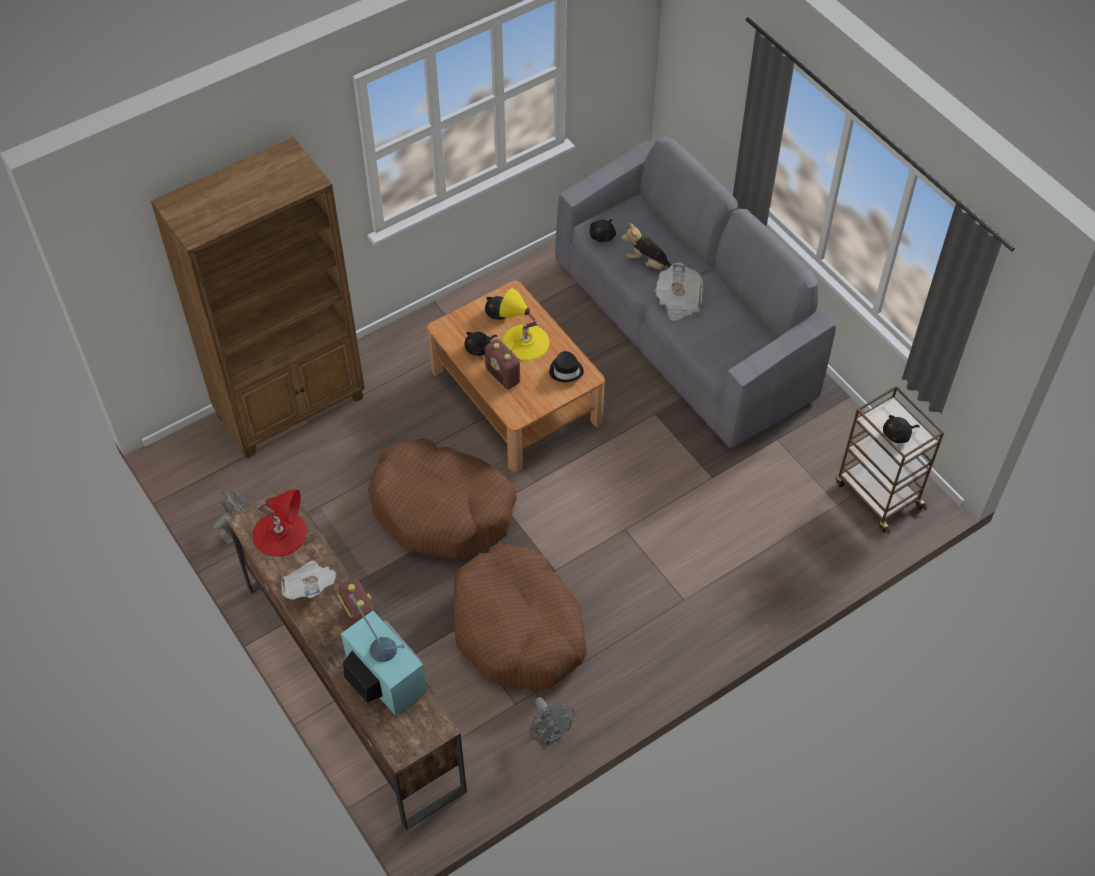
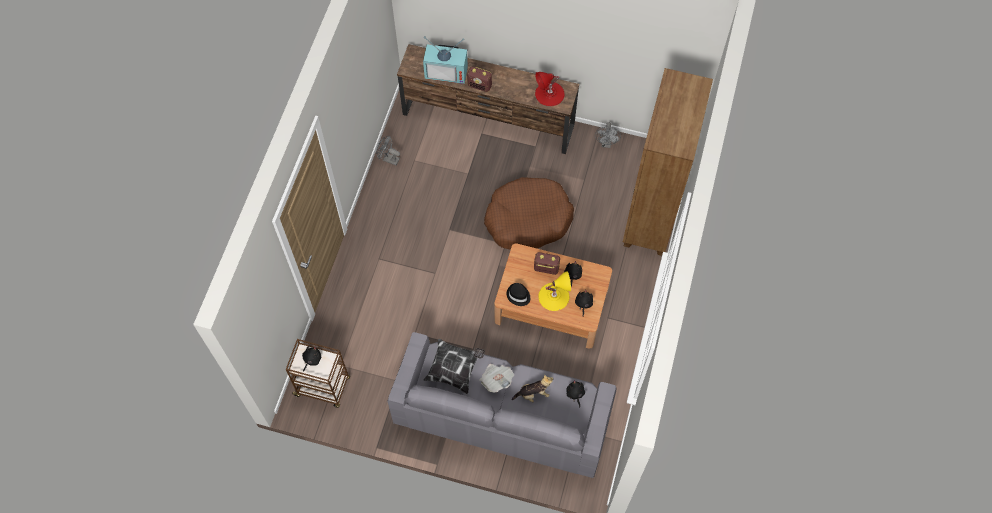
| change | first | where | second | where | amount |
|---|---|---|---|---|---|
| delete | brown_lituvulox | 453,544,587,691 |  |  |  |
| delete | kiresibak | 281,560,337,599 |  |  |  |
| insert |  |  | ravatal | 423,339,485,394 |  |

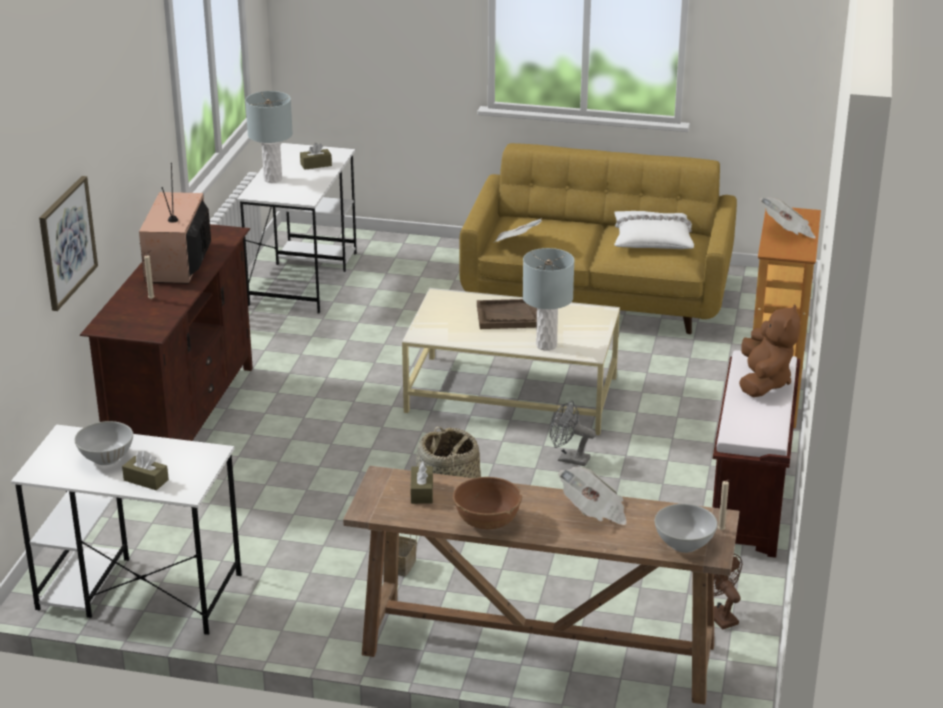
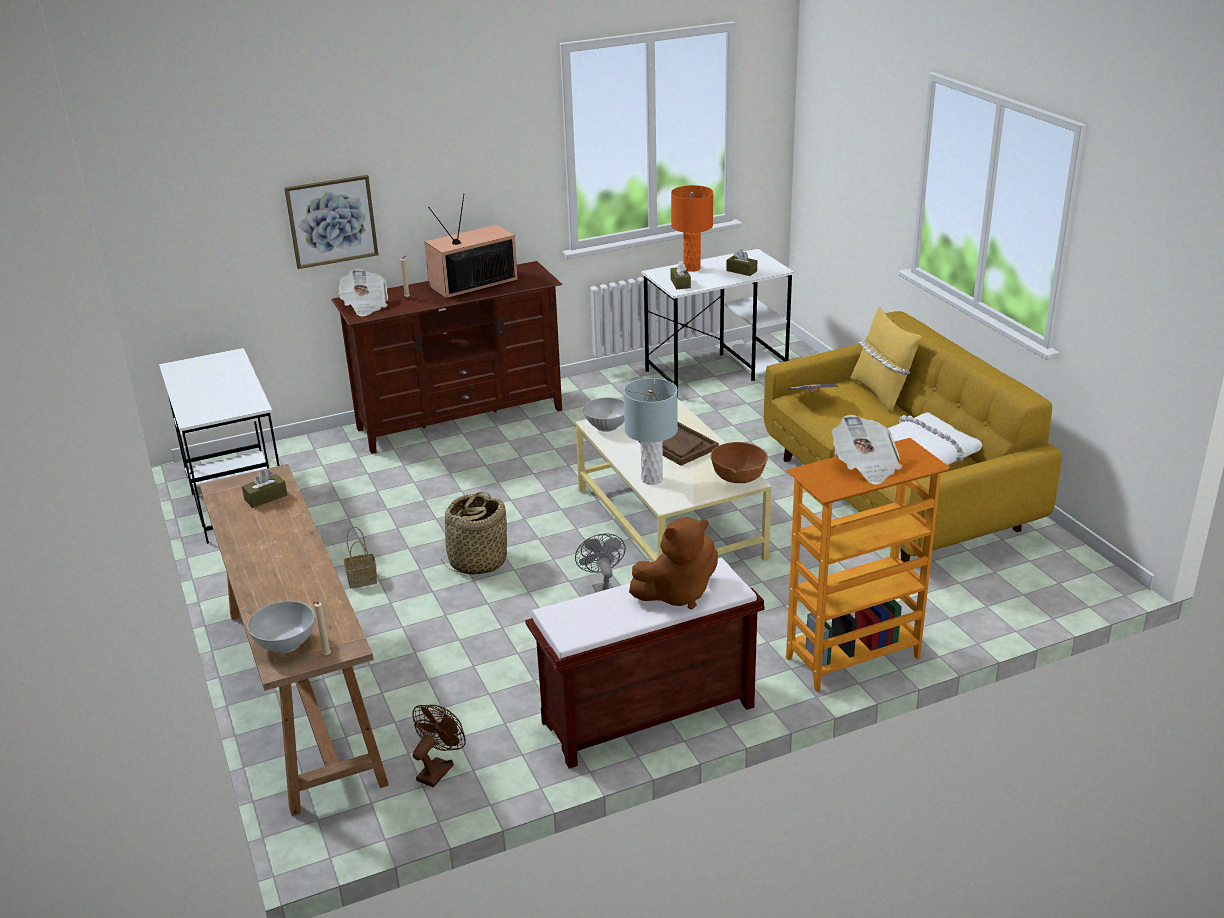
| change | first | where | second | where | amount |
|---|---|---|---|---|---|
| recolor | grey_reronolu | 245,91,293,183 | orange_reronolu | 671,185,713,272 |  |
| move | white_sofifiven | 75,421,133,465 |  | 583,397,625,432 |  |
| move | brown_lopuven | 122,451,169,490 |  | 670,261,691,289 |  |
| move | kiresibak | 559,467,627,525 |  | 338,269,388,316 |  |
| move | brown_sofifiven | 453,477,522,529 |  | 711,442,768,483 |  |
| insert |  |  | yellow_ravatal | 850,307,921,413 |  |

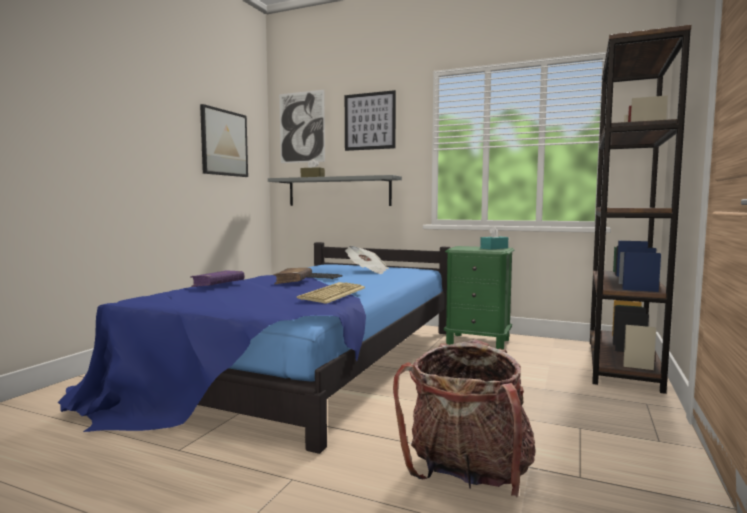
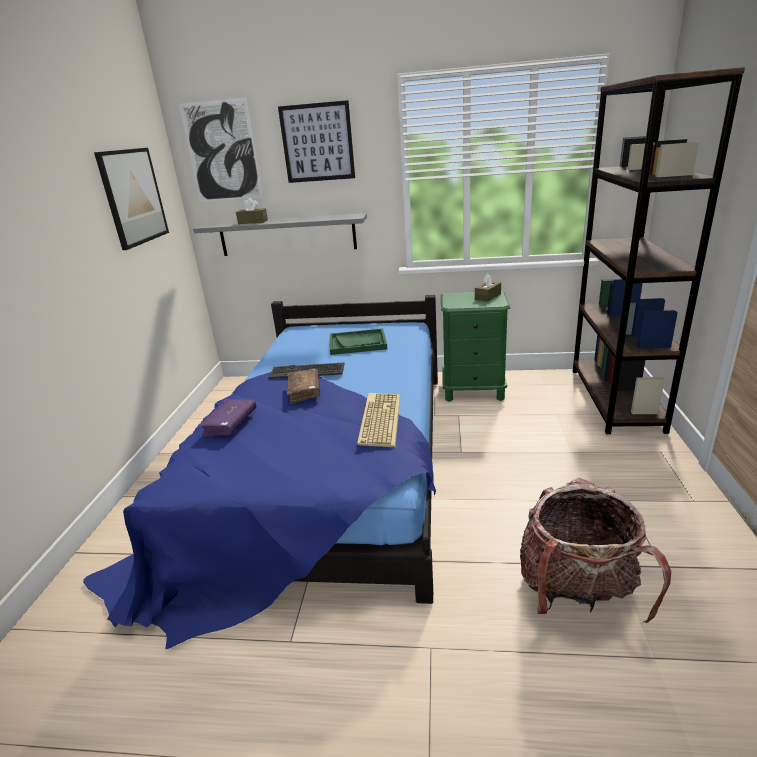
| change | first | where | second | where | amount |
|---|---|---|---|---|---|
| recolor | turquoise_lopuven | 480,226,508,250 | brown_lopuven | 475,273,501,302 |  |
| replace | kiresibak | 345,246,389,274 | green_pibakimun | 330,328,387,355 |  |

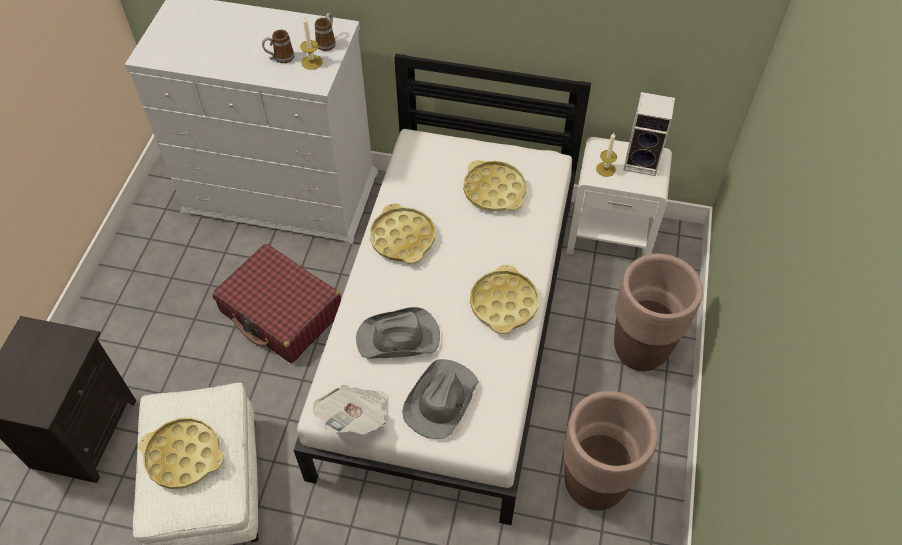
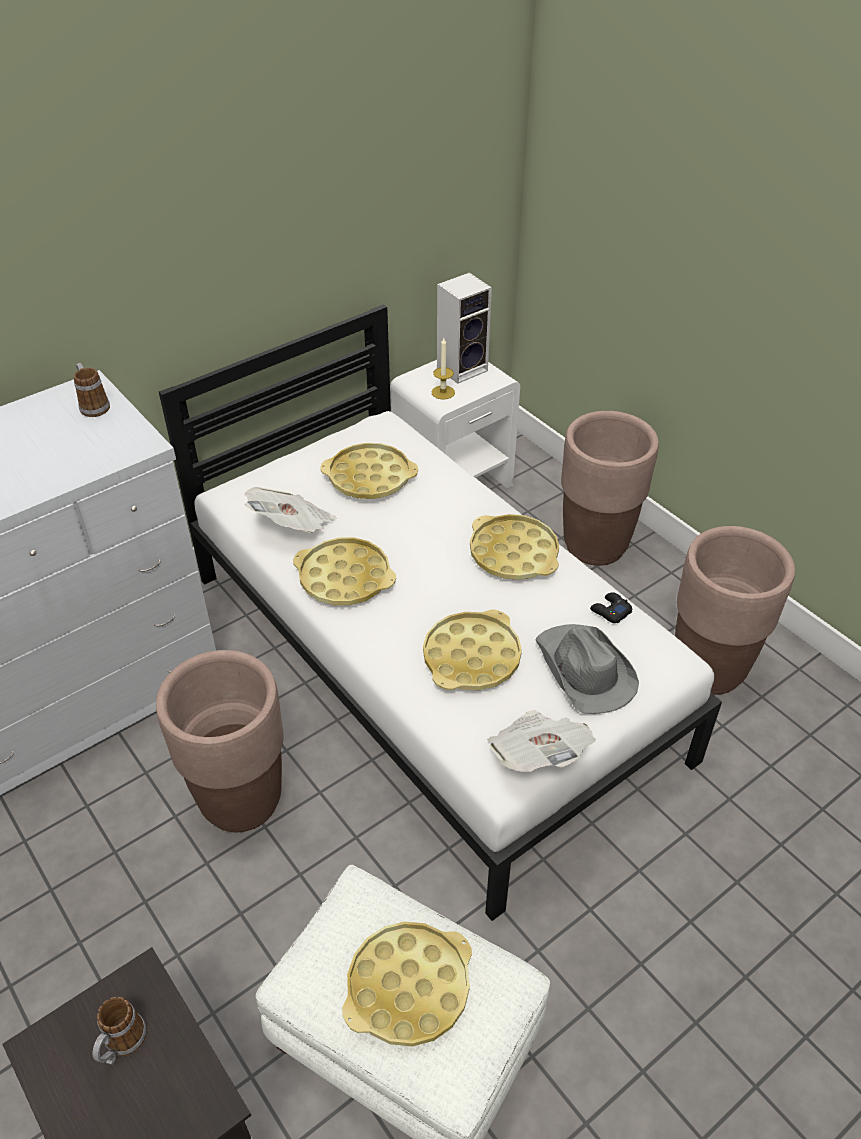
| change | first | where | second | where | amount |
|---|---|---|---|---|---|
| delete | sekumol | 300,16,323,70 |  |  |  |
| move | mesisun | 262,29,294,63 |  | 93,997,147,1065 |  |
| replace | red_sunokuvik | 212,244,341,363 | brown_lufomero | 156,650,284,832 |  |
| replace | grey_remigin | 356,307,440,359 | yellow_pibakimun | 423,610,522,690 |  |
| insert |  |  | kiresibak | 244,487,336,533 |  |
| insert |  |  | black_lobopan | 590,593,633,623 |  |

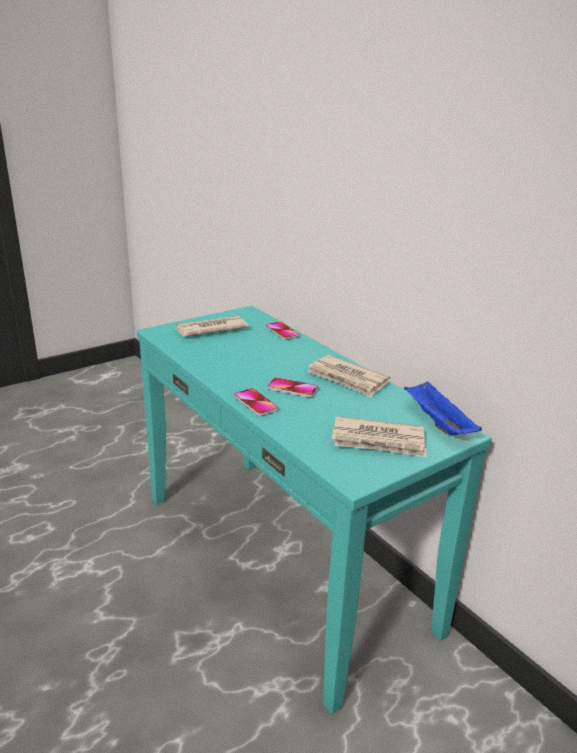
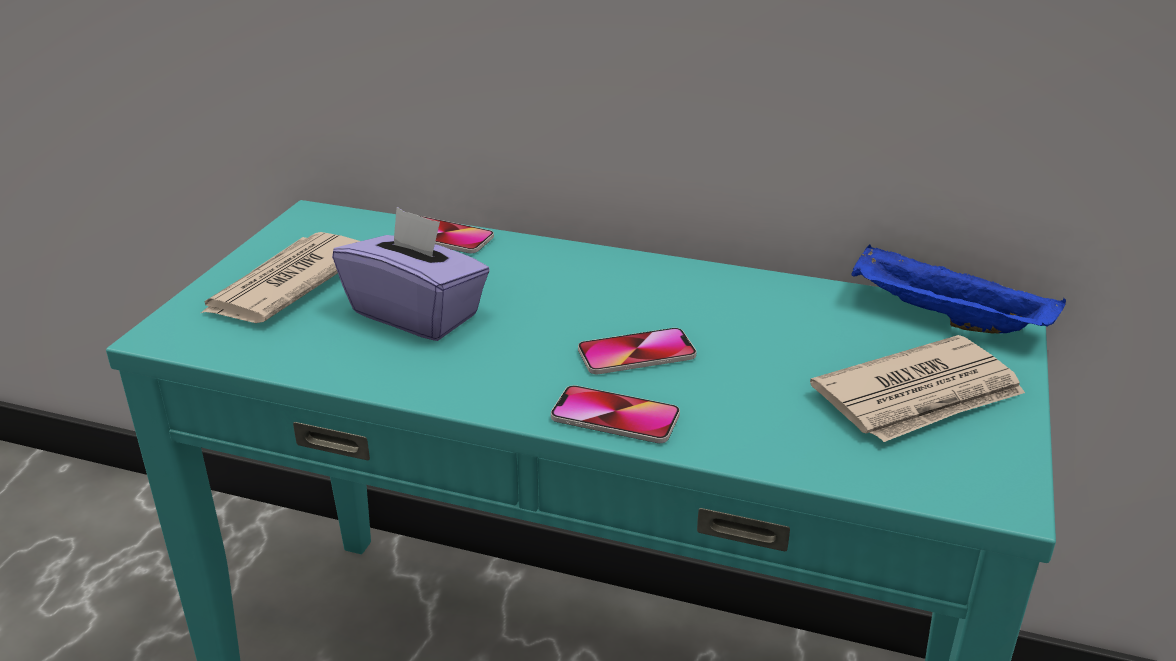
| change | first | where | second | where | amount |
|---|---|---|---|---|---|
| delete | kiresibak | 307,355,391,398 |  |  |  |
| insert |  |  | purple_lopuven | 332,207,490,341 |  |

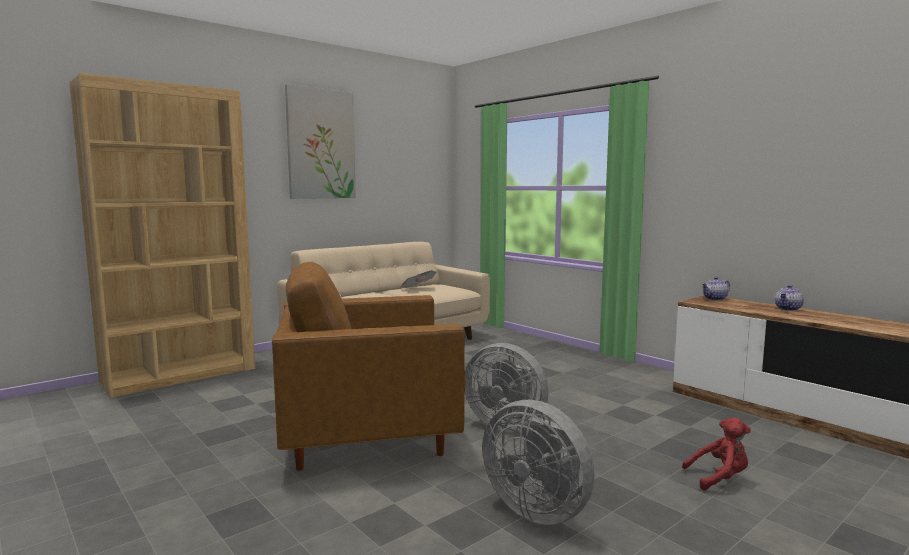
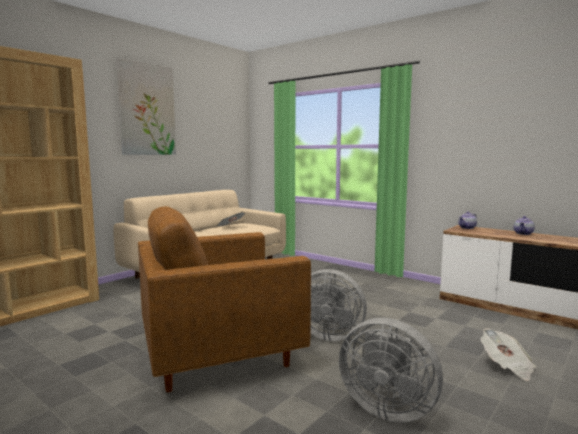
| change | first | where | second | where | amount |
|---|---|---|---|---|---|
| replace | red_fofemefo | 682,417,751,490 | kiresibak | 480,328,537,381 |  |

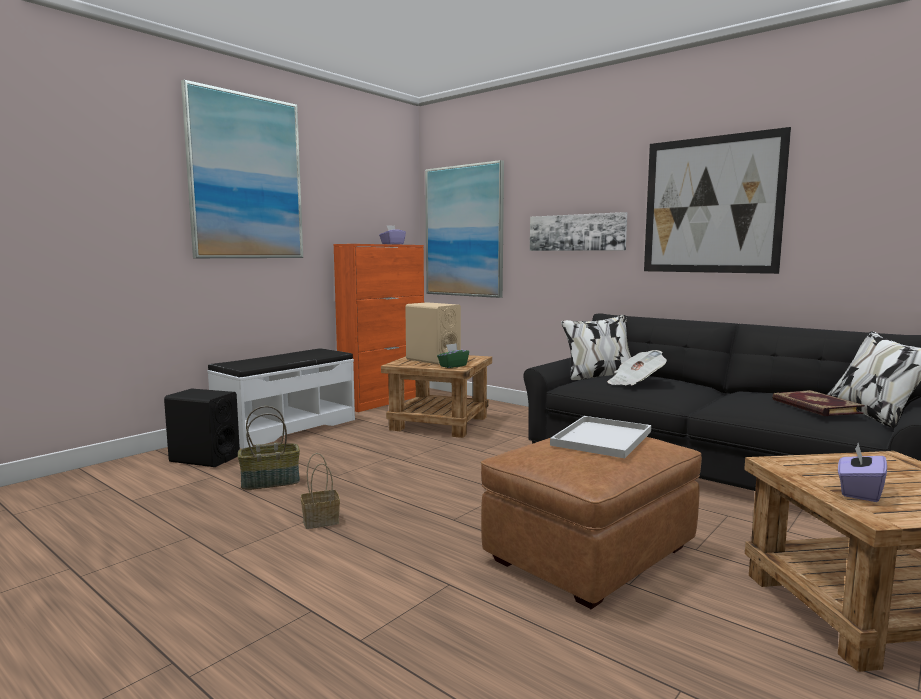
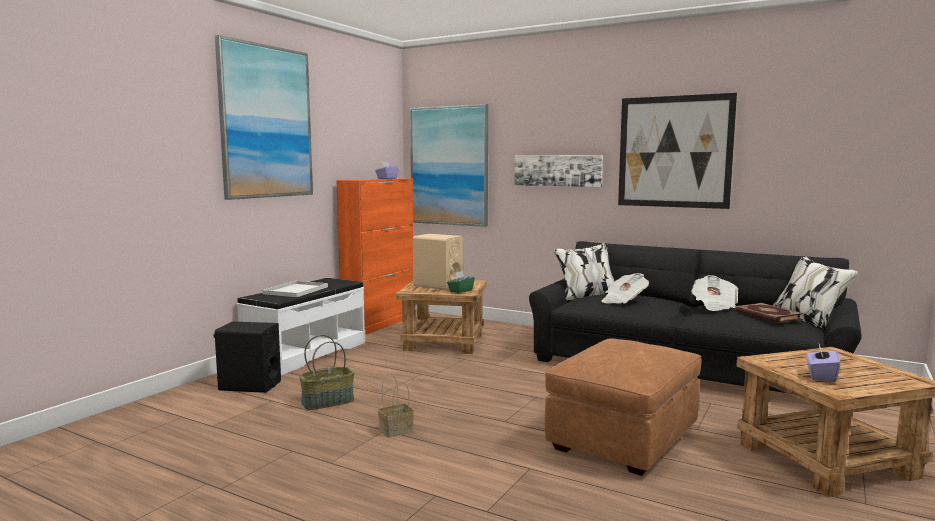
| change | first | where | second | where | amount |
|---|---|---|---|---|---|
| move | white_pibakimun | 550,416,651,458 |  | 262,281,328,297 |  |
| insert |  |  | kiresibak | 691,275,738,311 |  |

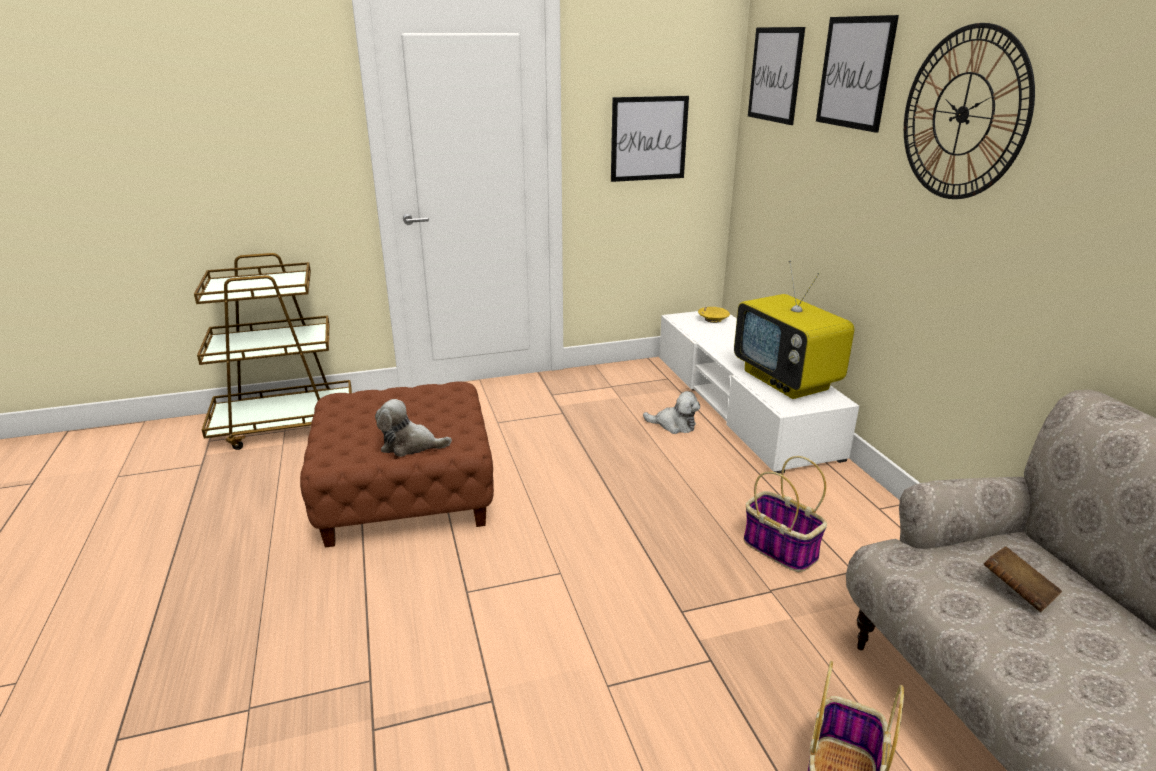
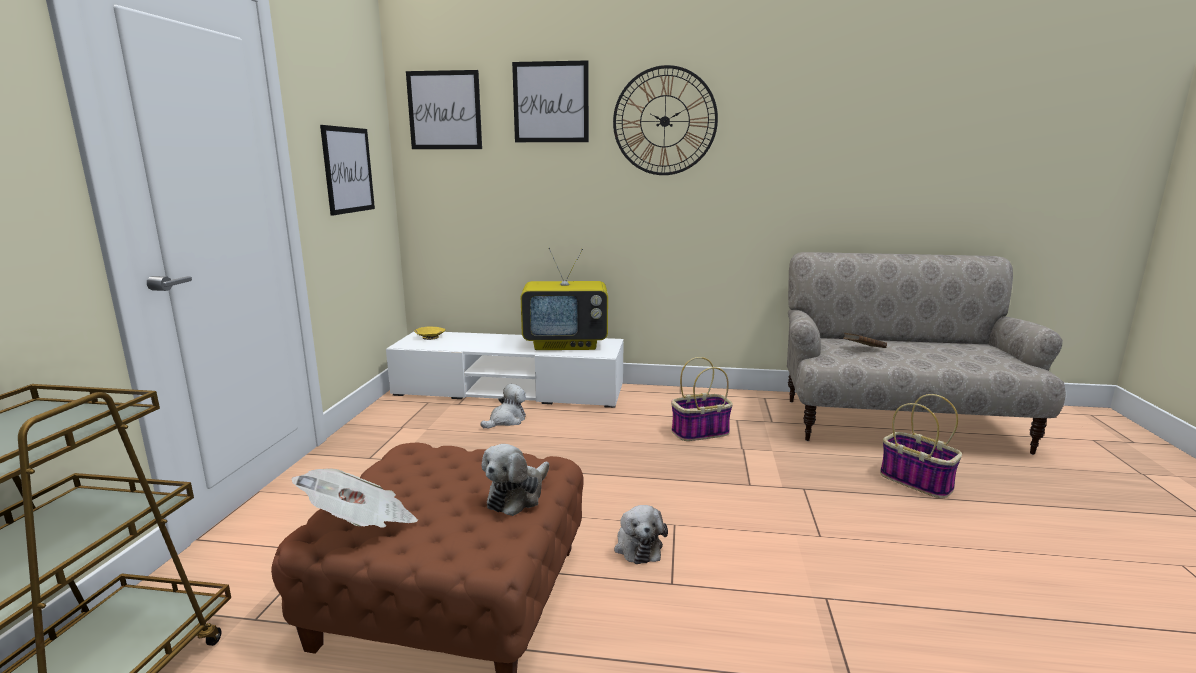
| change | first | where | second | where | amount |
|---|---|---|---|---|---|
| insert |  |  | kiresibak | 291,468,418,528 |  |
| insert |  |  | fofemefo | 614,505,668,564 |  |

